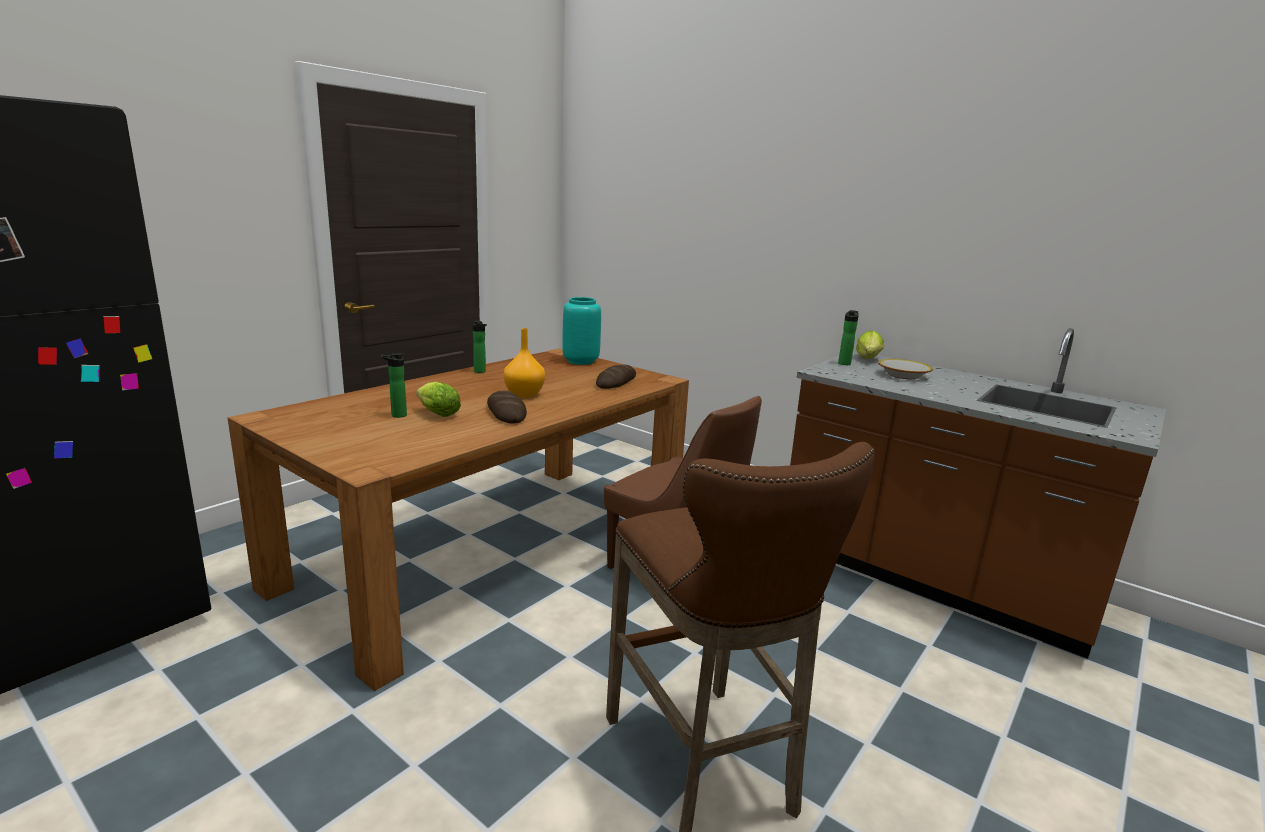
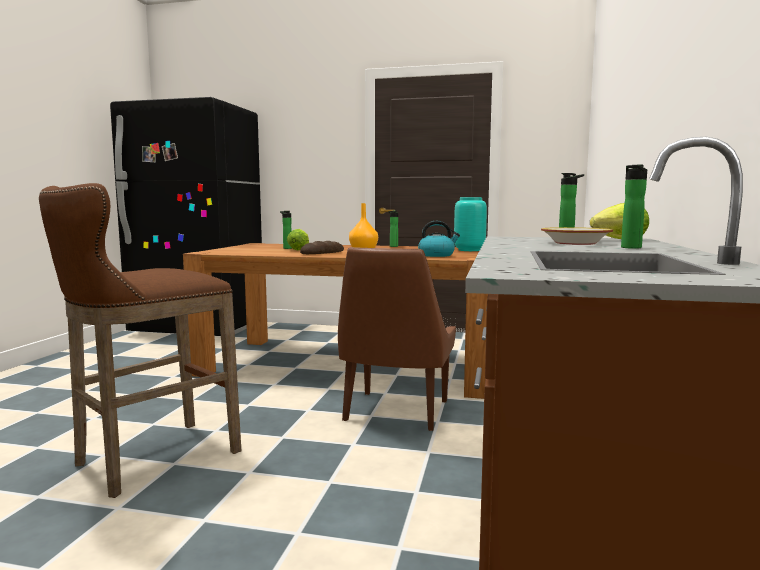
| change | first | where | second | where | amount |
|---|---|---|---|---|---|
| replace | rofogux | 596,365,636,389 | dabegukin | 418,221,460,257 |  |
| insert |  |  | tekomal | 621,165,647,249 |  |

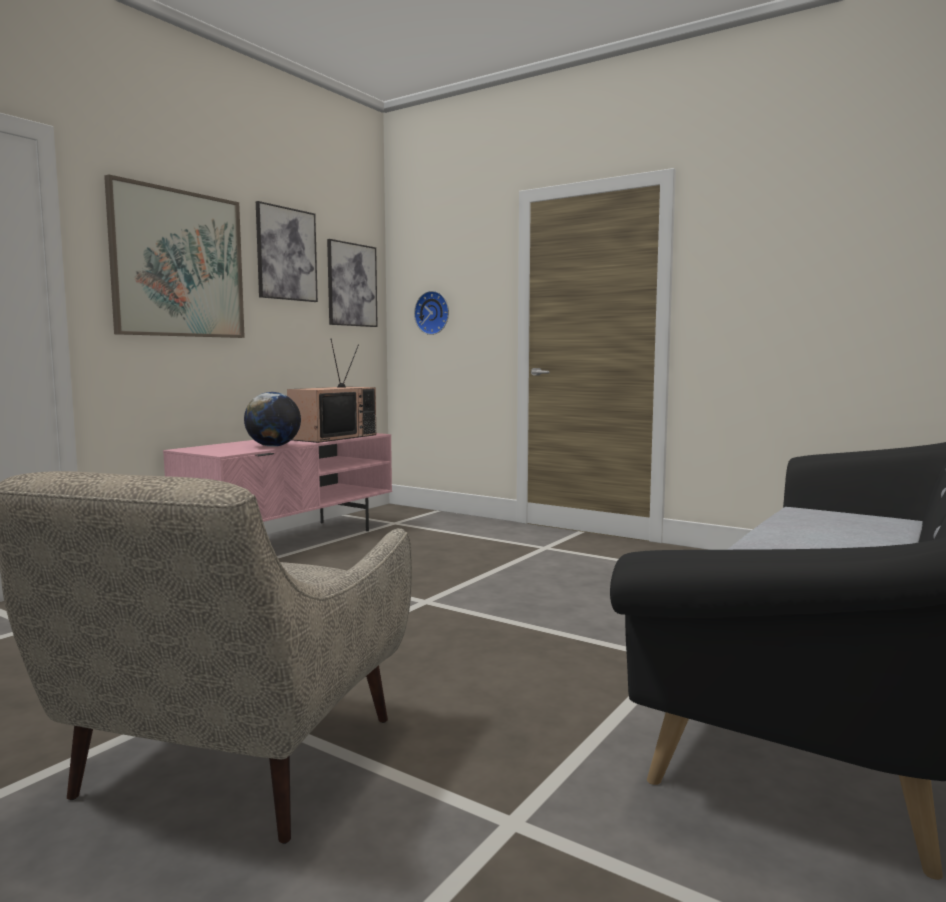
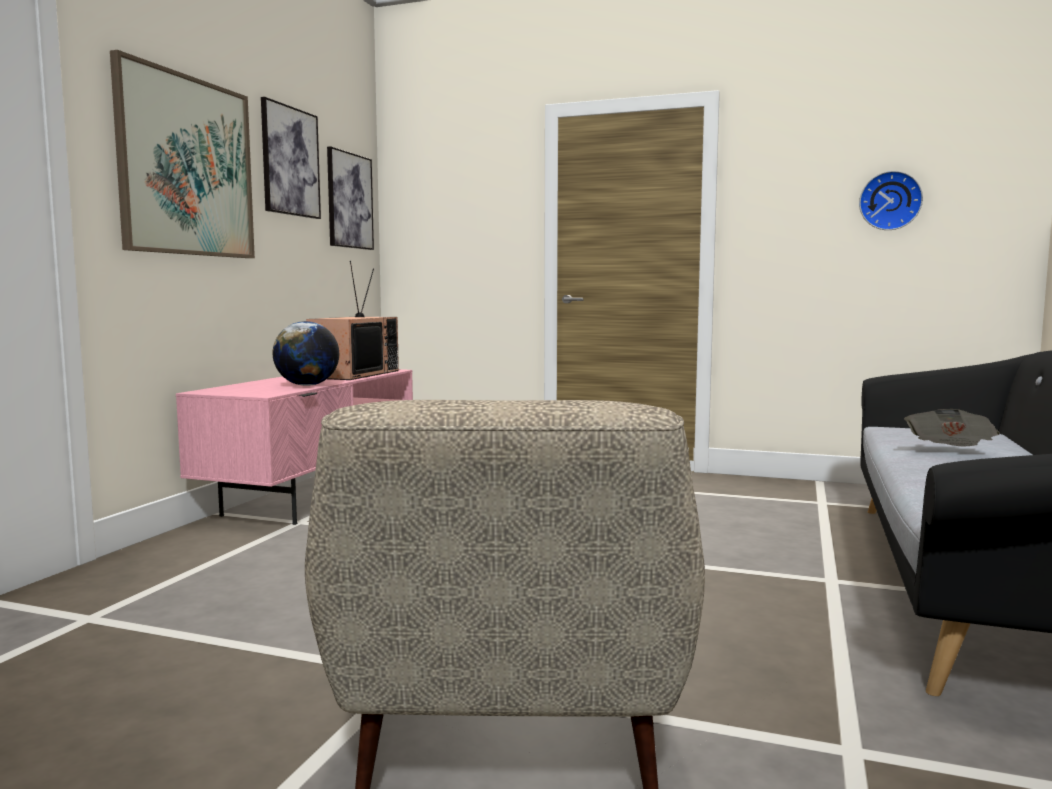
| change | first | where | second | where | amount |
|---|---|---|---|---|---|
| move | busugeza | 414,291,449,335 |  | 859,171,923,230 |  |
| insert |  |  | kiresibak | 904,409,1000,446 |  |

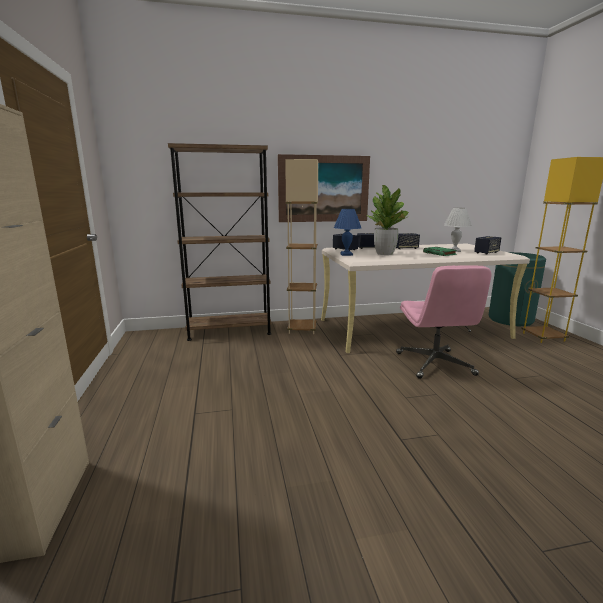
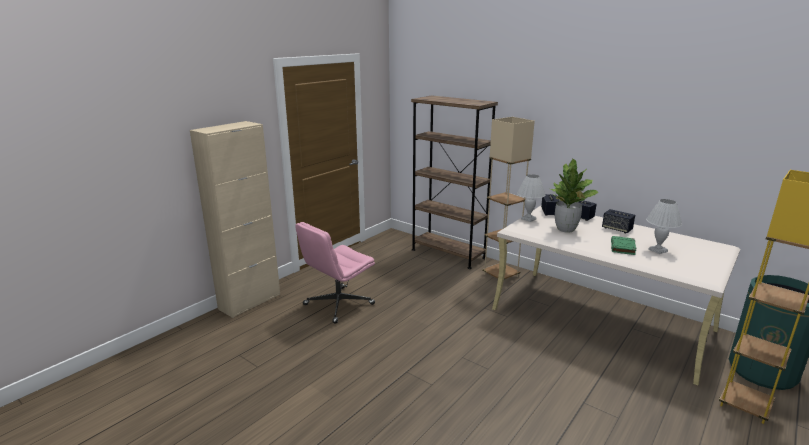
| change | first | where | second | where | amount |
|---|---|---|---|---|---|
| delete | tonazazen | 278,154,370,222 |  |  |  |
| recolor | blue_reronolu | 334,209,361,256 | white_reronolu | 517,174,545,222 |  |
| delete | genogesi | 474,236,501,255 |  |  |  |
| move | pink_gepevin | 396,265,491,379 |  | 295,222,375,324 |  |

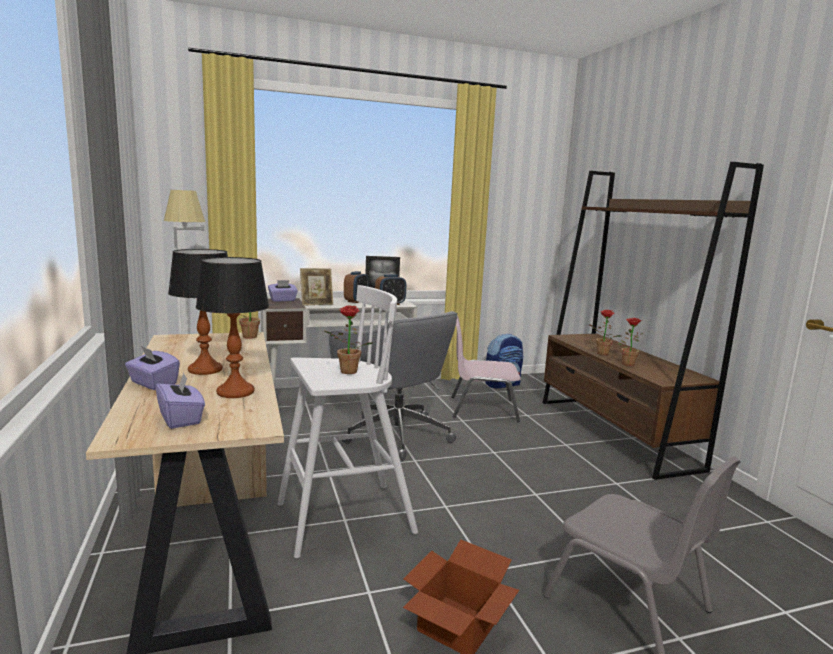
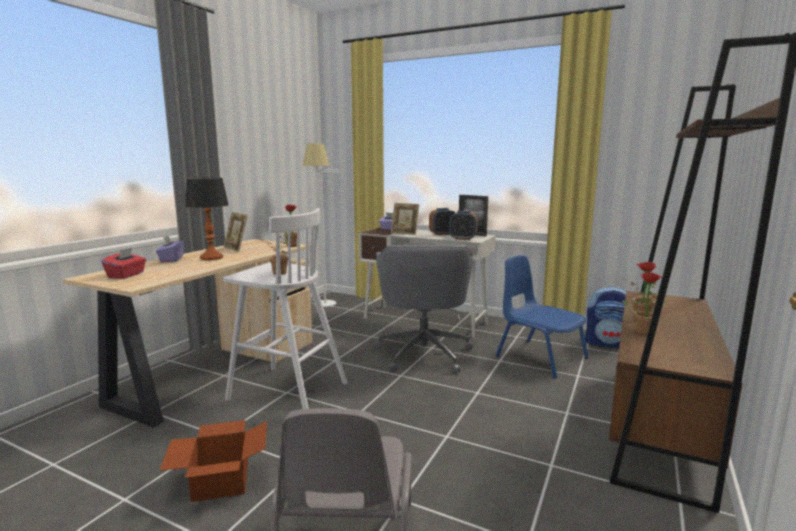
| change | first | where | second | where | amount |
|---|---|---|---|---|---|
| delete | reronolu | 196,257,269,398 |  |  |  |
| recolor | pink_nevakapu | 452,315,521,422 | blue_nevakapu | 496,255,588,378 |  |
| recolor | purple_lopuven | 155,373,205,429 | red_lopuven | 102,248,146,279 |  |
| insert |  |  | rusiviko | 223,212,248,252 |  |

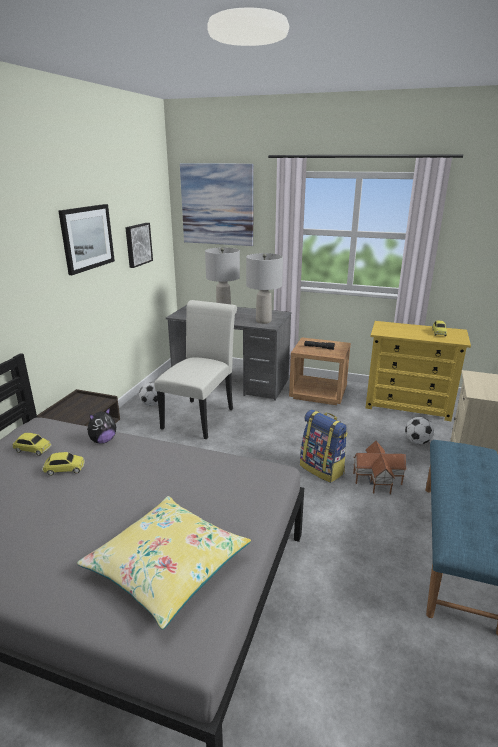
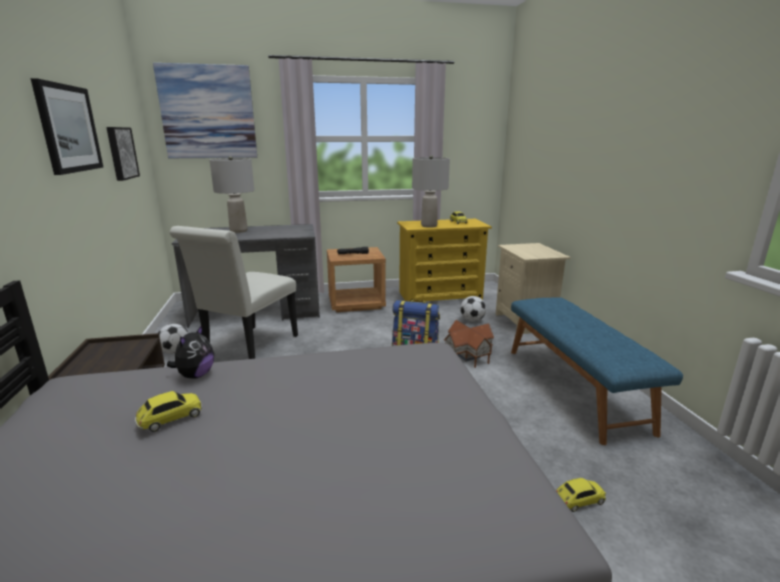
| change | first | where | second | where | amount |
|---|---|---|---|---|---|
| move | grey_reronolu | 246,253,283,324 |  | 412,155,450,228 |  |
| rotate | white_nevakapu | 154,300,237,439 |  | 170,226,298,359 | 150 degrees counterclockwise |
| move | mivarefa | 12,433,52,456 |  | 556,478,606,512 |  |
| delete | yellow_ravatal | 77,496,251,629 |  |  |  |

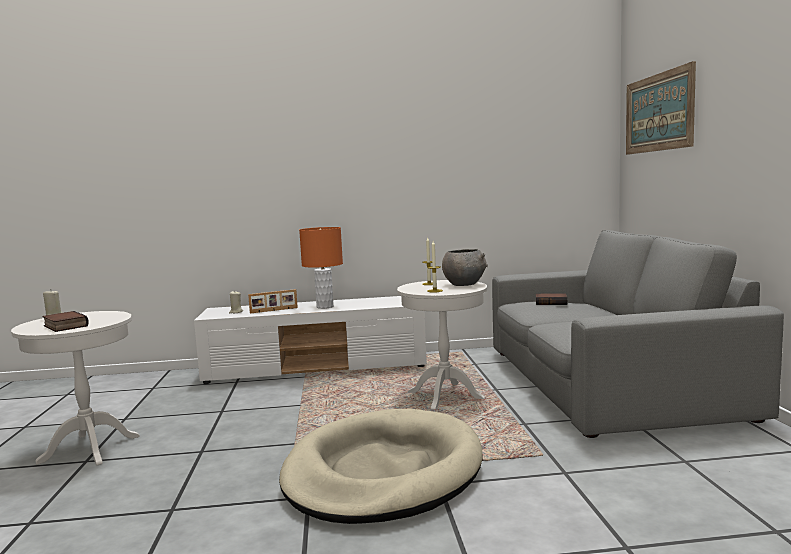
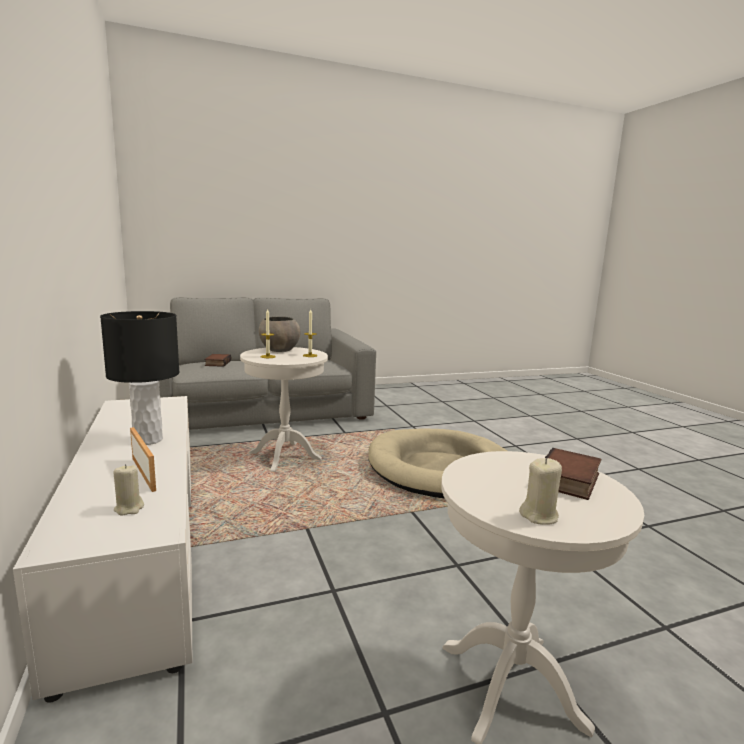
| change | first | where | second | where | amount |
|---|---|---|---|---|---|
| delete | tonazazen | 626,61,696,155 |  |  |  |
| recolor | orange_reronolu | 299,227,343,309 | black_reronolu | 100,311,179,445 |  |

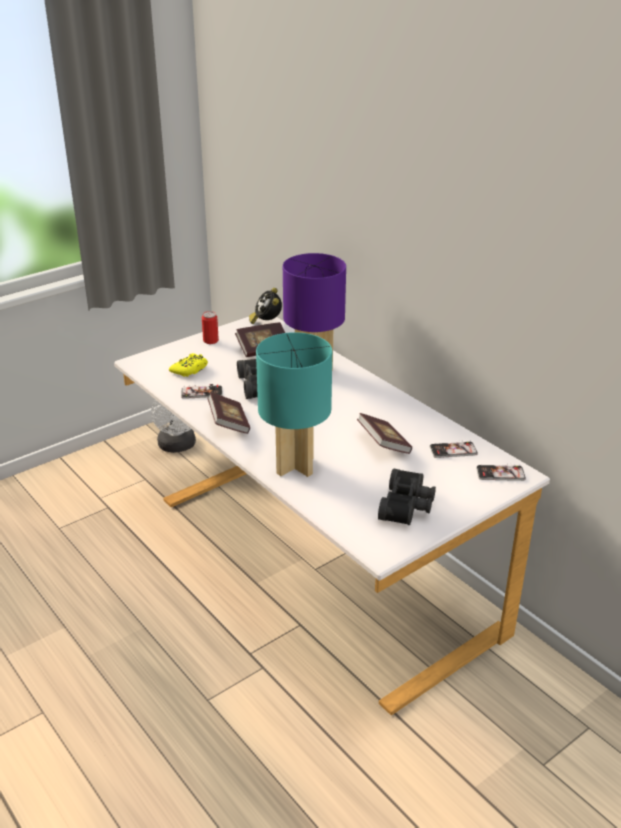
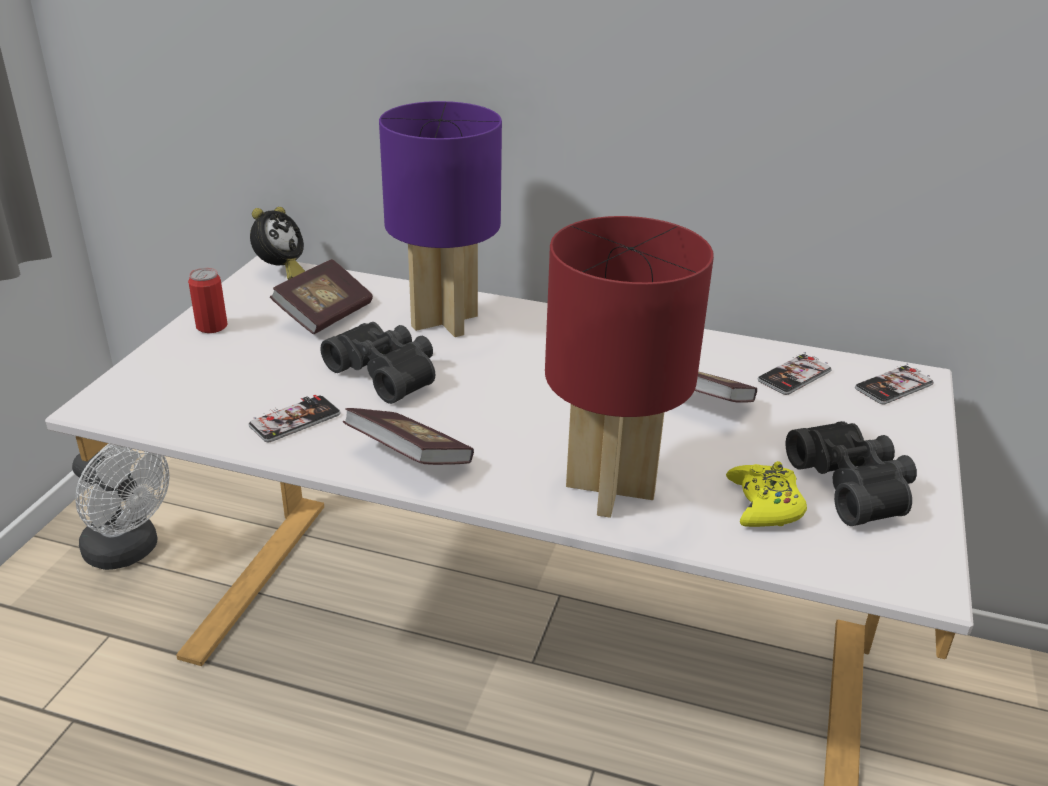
| change | first | where | second | where | amount |
|---|---|---|---|---|---|
| rotate | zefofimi | 249,288,282,324 |  | 250,207,305,280 | 105 degrees counterclockwise |
| recolor | turquoise_reronolu | 256,332,332,477 | red_reronolu | 545,216,714,518 |  |
| move | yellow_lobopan | 169,353,208,377 |  | 726,461,807,527 |  |

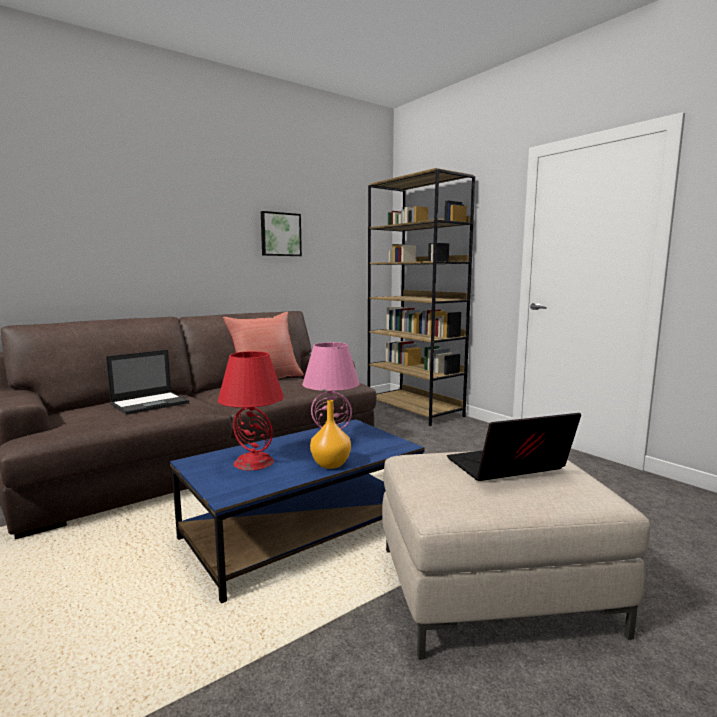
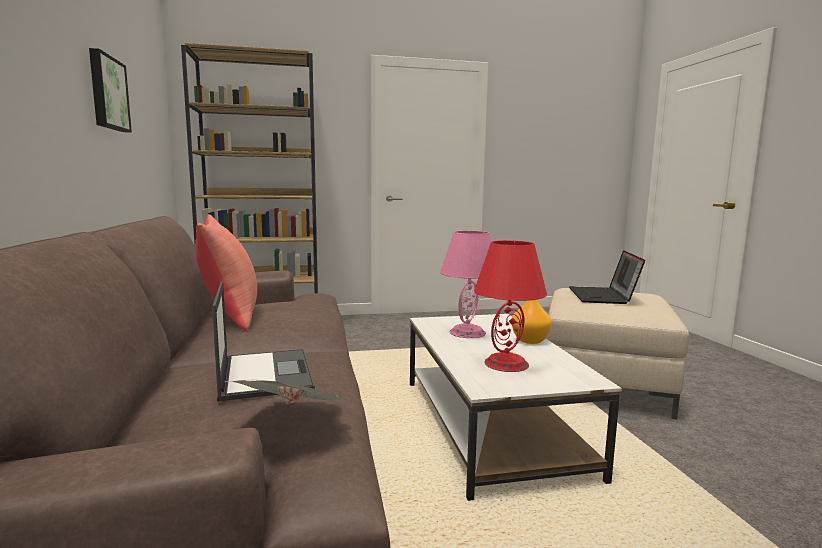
| change | first | where | second | where | amount |
|---|---|---|---|---|---|
| recolor | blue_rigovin | 170,419,425,603 | white_rigovin | 410,314,622,501 |  |
| insert |  |  | kiresibak | 225,380,348,404 |  |

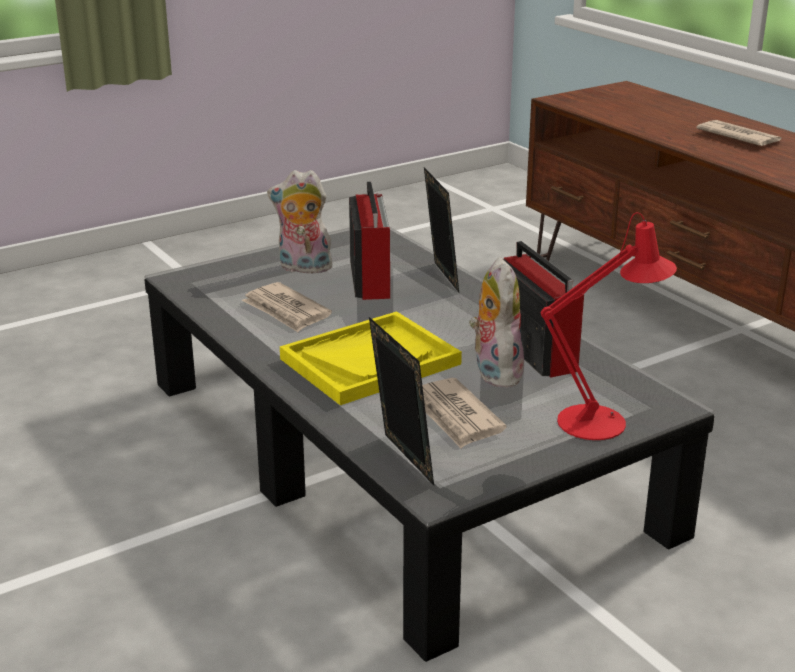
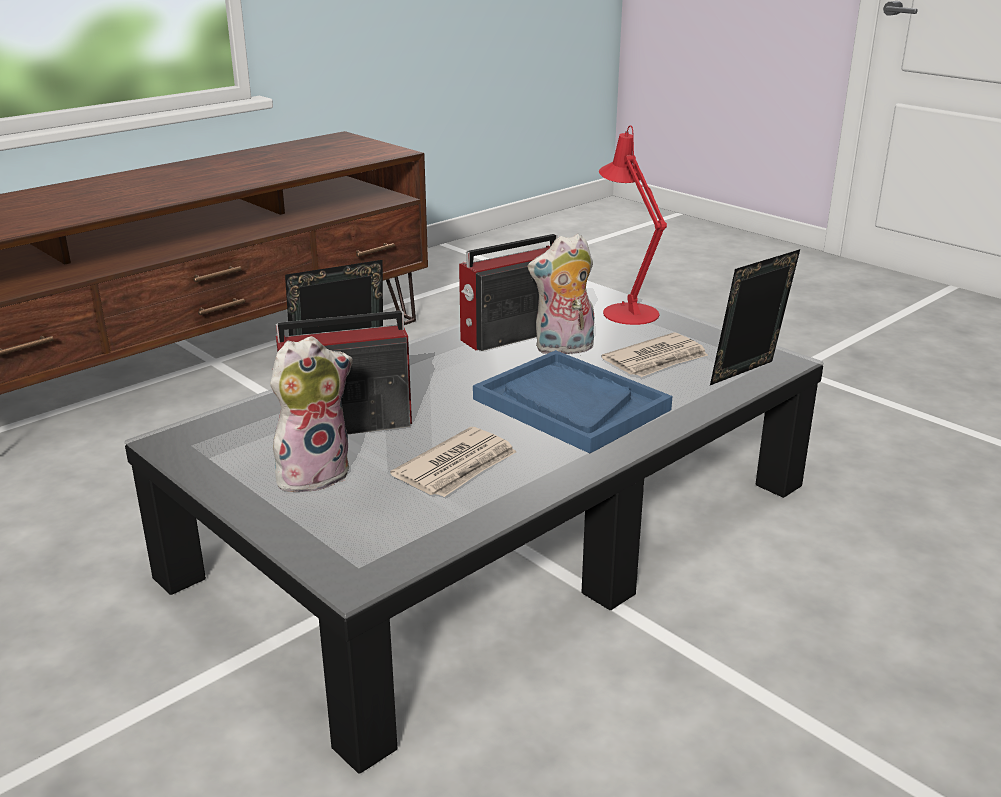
| change | first | where | second | where | amount |
|---|---|---|---|---|---|
| delete | kiresibak | 696,120,782,146 |  |  |  |
| rotate | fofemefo | 267,170,332,276 |  | 270,336,353,492 | 120 degrees counterclockwise |
| recolor | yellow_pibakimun | 280,311,462,406 | blue_pibakimun | 473,350,673,454 |  |

